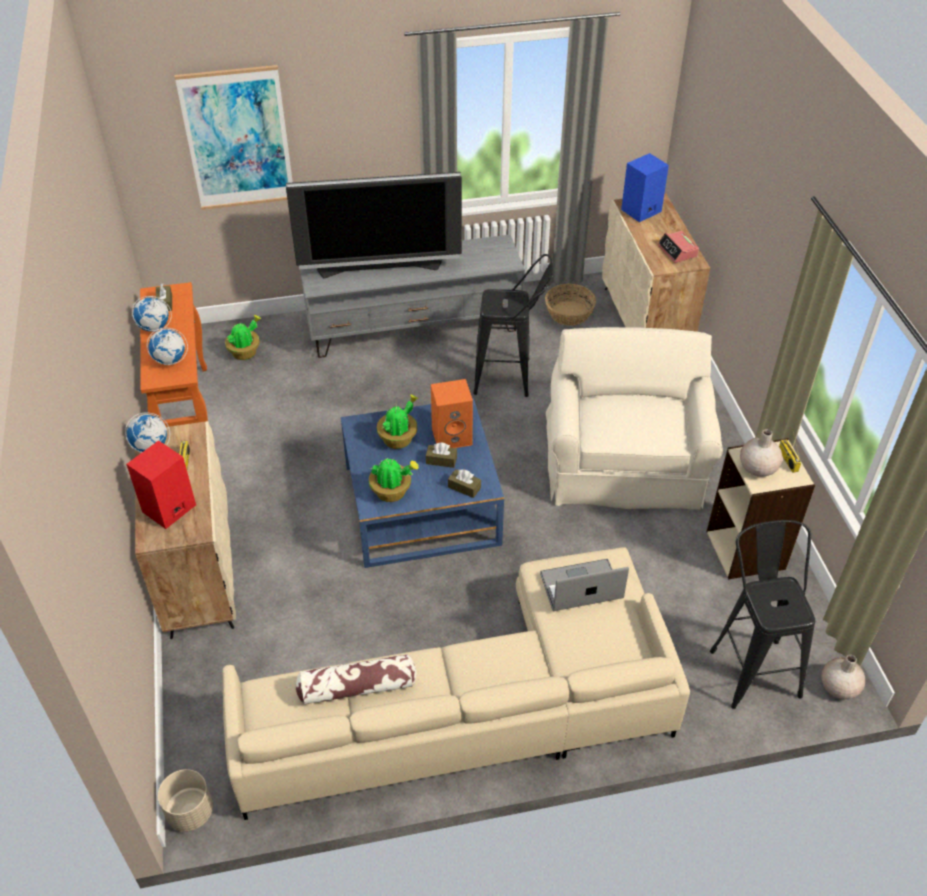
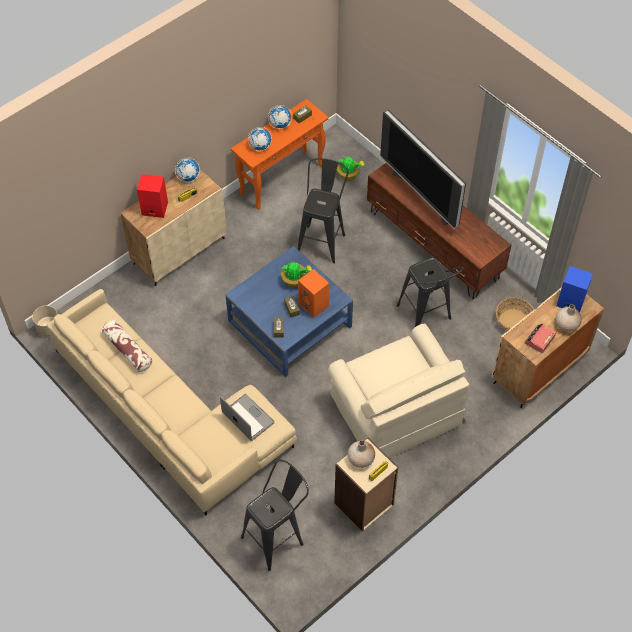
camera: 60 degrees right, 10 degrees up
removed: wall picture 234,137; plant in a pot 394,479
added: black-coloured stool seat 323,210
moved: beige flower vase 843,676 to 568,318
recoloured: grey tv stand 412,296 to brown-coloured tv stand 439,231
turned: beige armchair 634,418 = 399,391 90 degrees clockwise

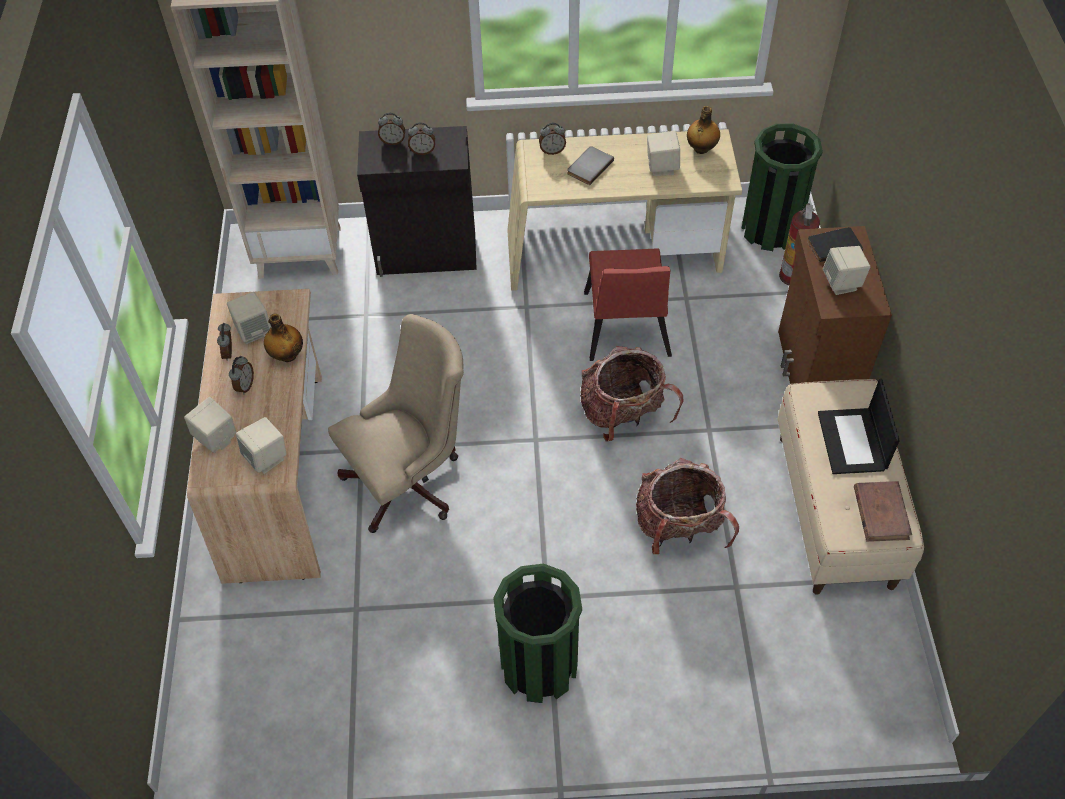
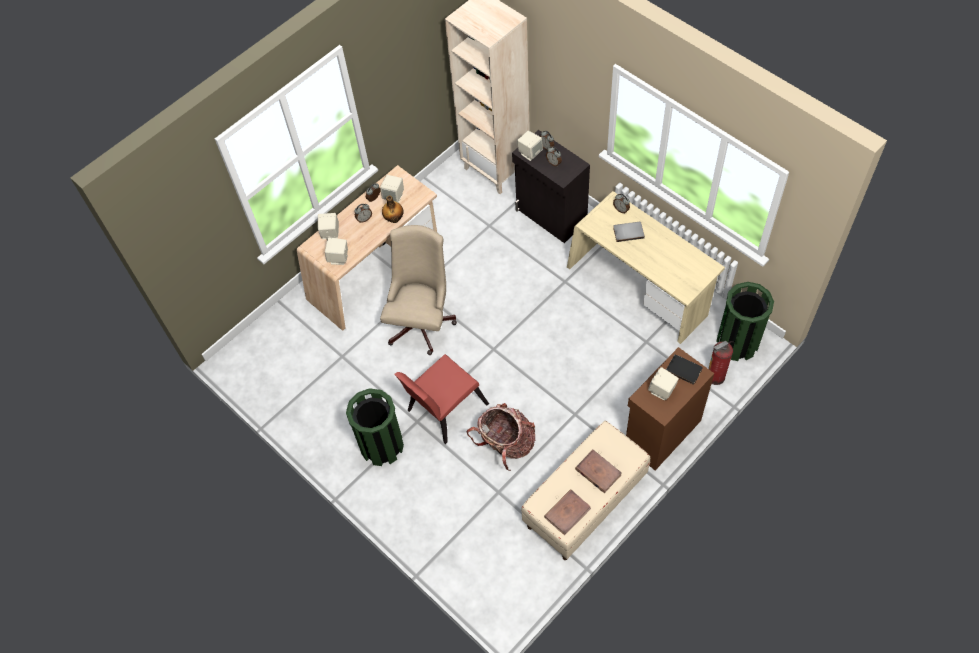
camera: 50 degrees right, 5 degrees up
removed: knapsack 631,394; bottle 703,130
moved: reddish upright chair 628,304 to 441,399; beige loudspeaker 663,153 to 530,146
replaced: laptop 859,426 to brown-coloured book 598,471
turned: beige office chair 396,423 = 418,290 90 degrees counterclockwise

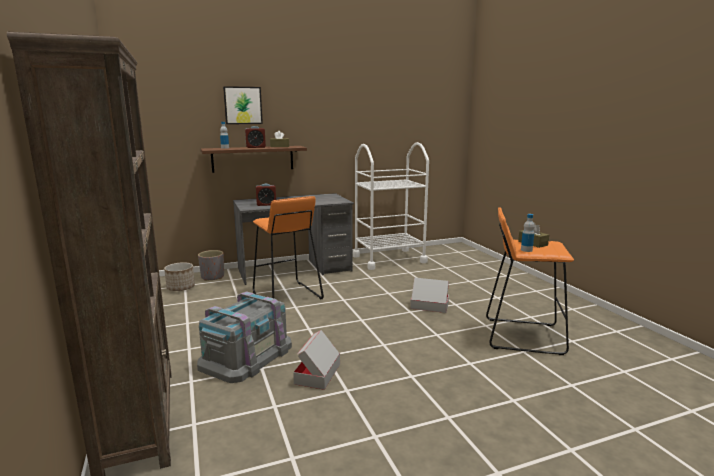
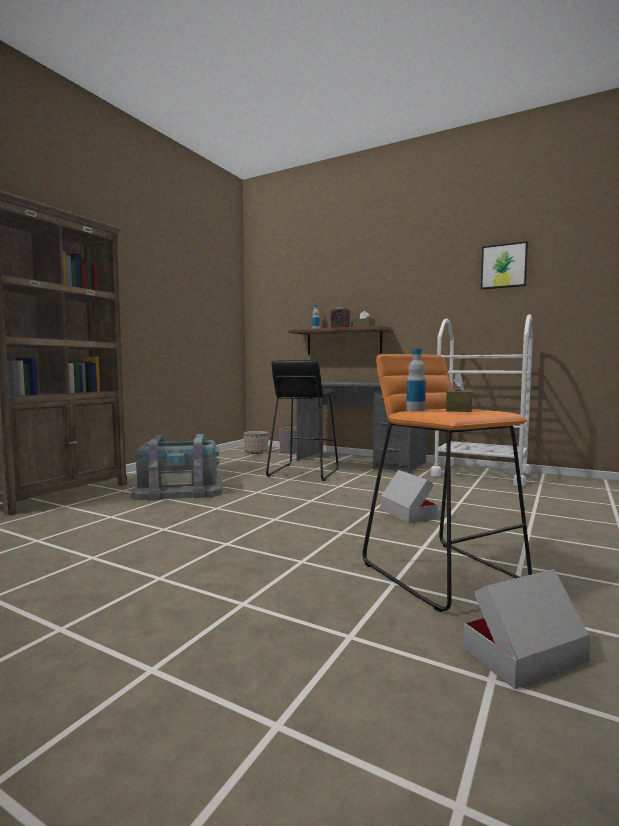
camera: 50 degrees right, 10 degrees down
removed: bedside clock 266,195
moved: cardboard box 316,360 to 526,629; wall picture 243,105 to 504,265
recoloured: orange-coloured stool seat 288,247 to black-coloured stool seat 302,420

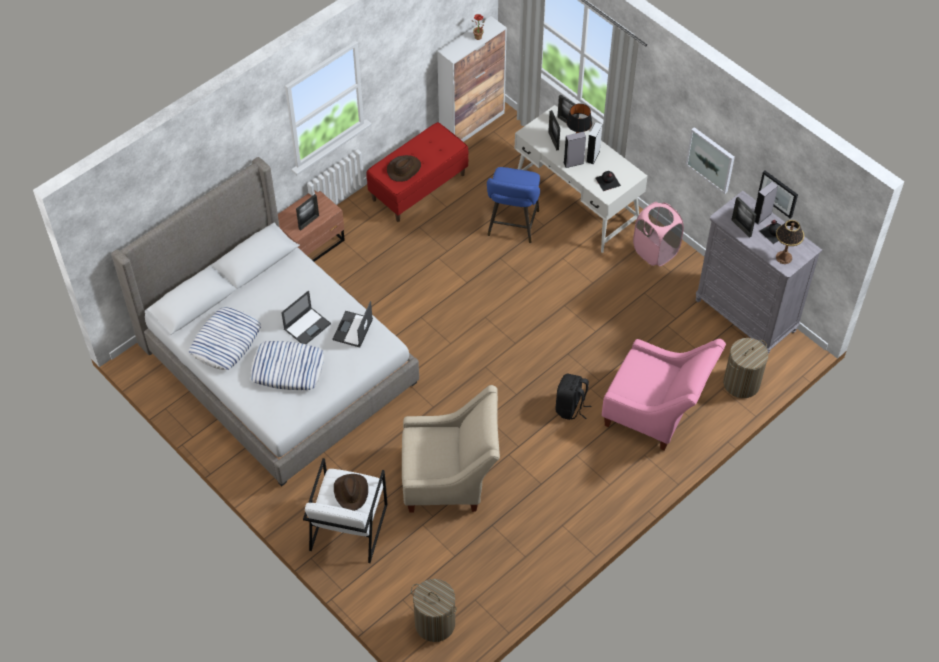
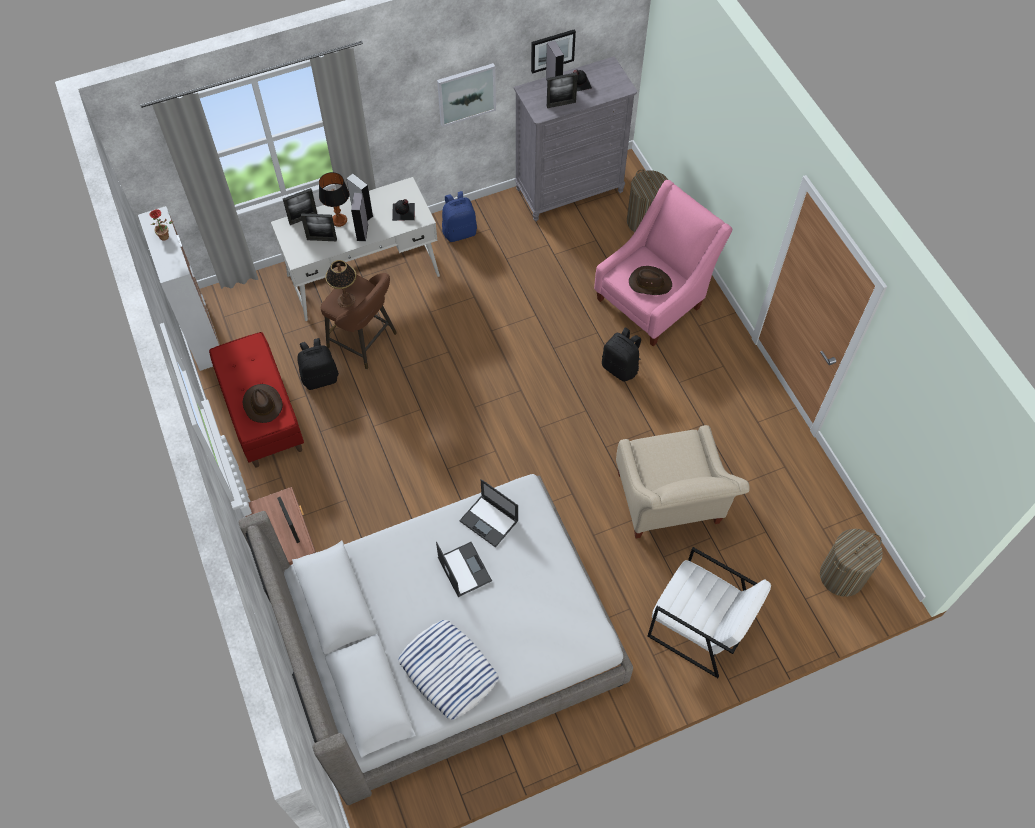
camera: 70 degrees left, 5 degrees up
removed: pillow 287,365
added: black-coloured knapsack 318,364
moved: tabletop lamp 790,242 to 340,284; brown-coloured hat 351,492 to 650,280
replaced: pink washing basket 658,234 to blue knapsack 459,216
recoloured: blue stool seat 513,205 to brown-coloured stool seat 359,321
turned: beige armchair 451,449 = 683,481 150 degrees clockwise

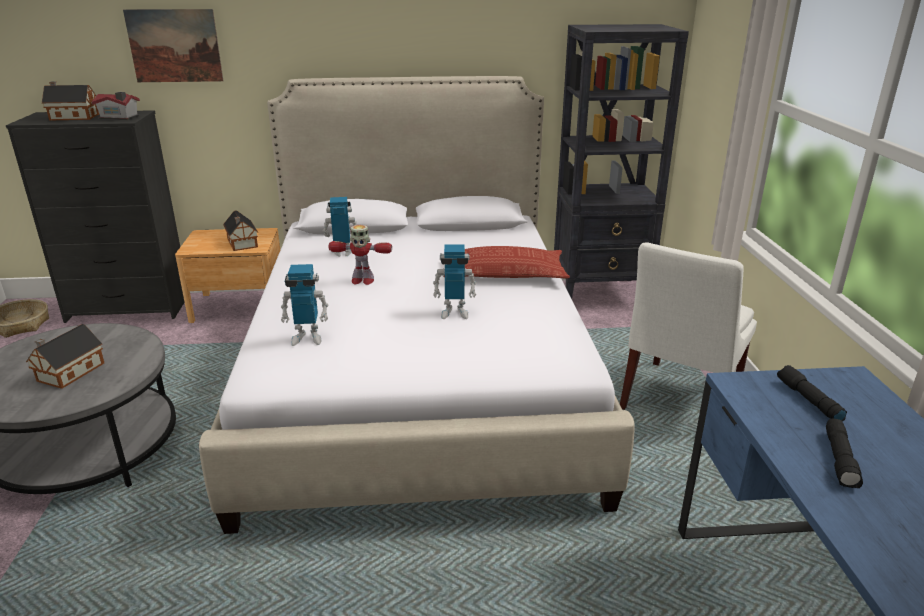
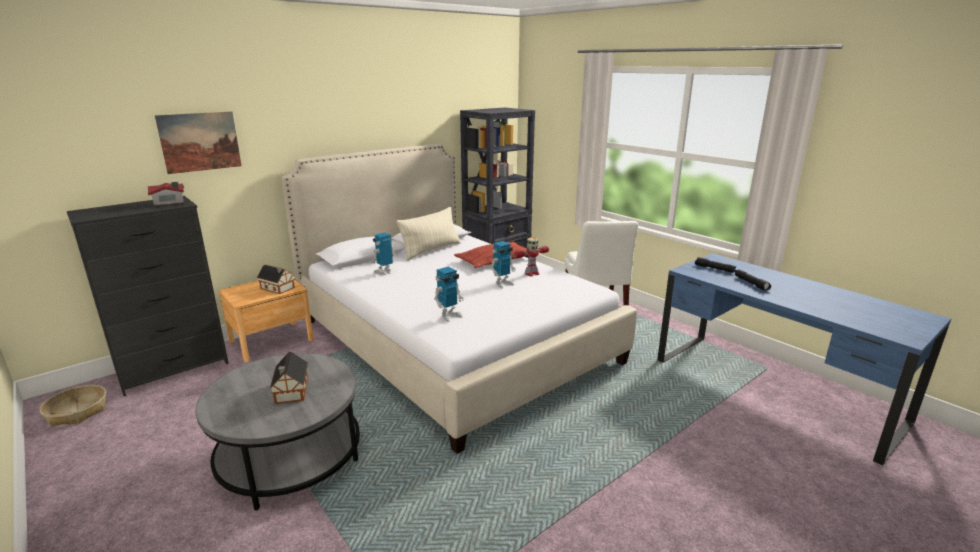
camera: 35 degrees left, 5 degrees down
removed: miniature house 70,101
added: beige pillow 429,234
moved: model robot 360,255 to 531,256

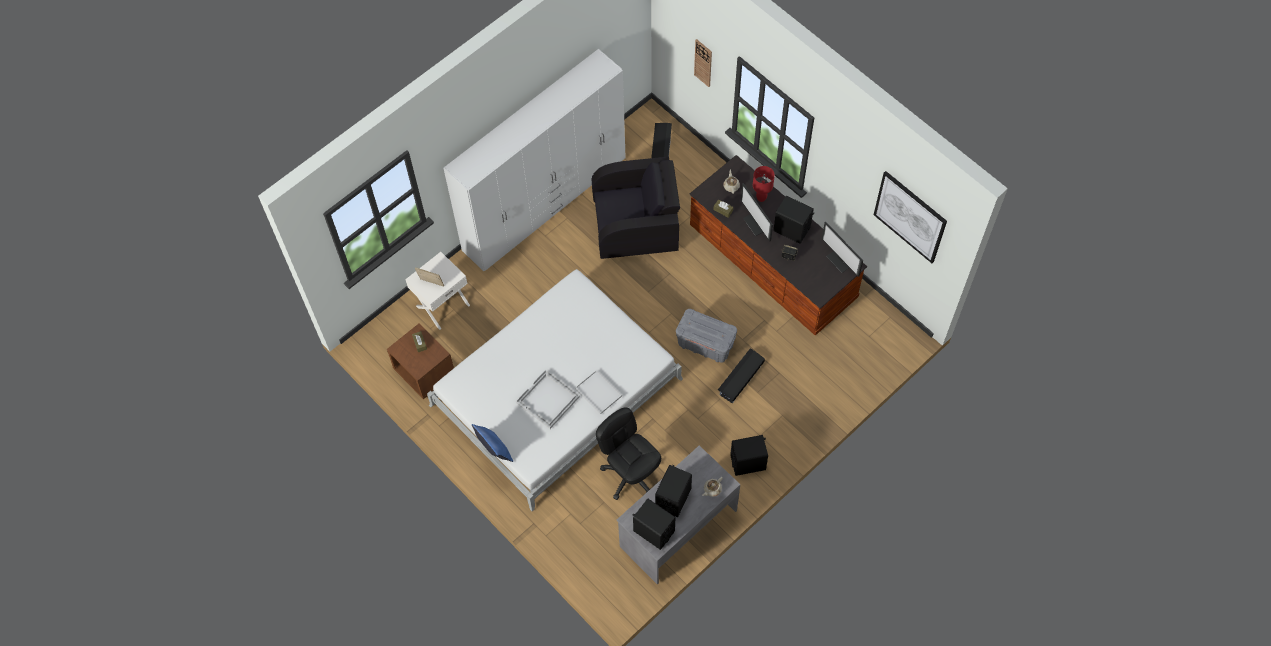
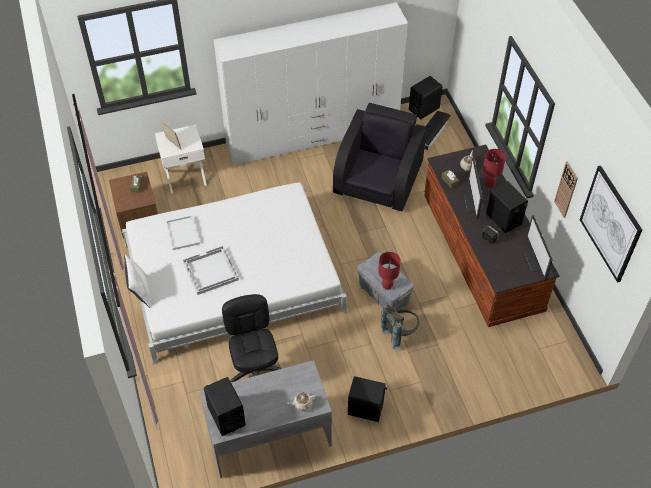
camera: 25 degrees right, 10 degrees down
added: reddish tabletop lamp 389,271
moved: white-coloured serving tray 598,392 to 183,232; black-coloured loudspeaker 673,491 to 426,97; clock on the wall 703,63 to 566,190
replaced: black-coloured storage container 741,376 to grey knapsack 400,327
recoloured: blue pillow 492,443 to white-coloured pillow 137,281
turned: black-coloured armchair 635,208 = 380,157 90 degrees counterclockwise

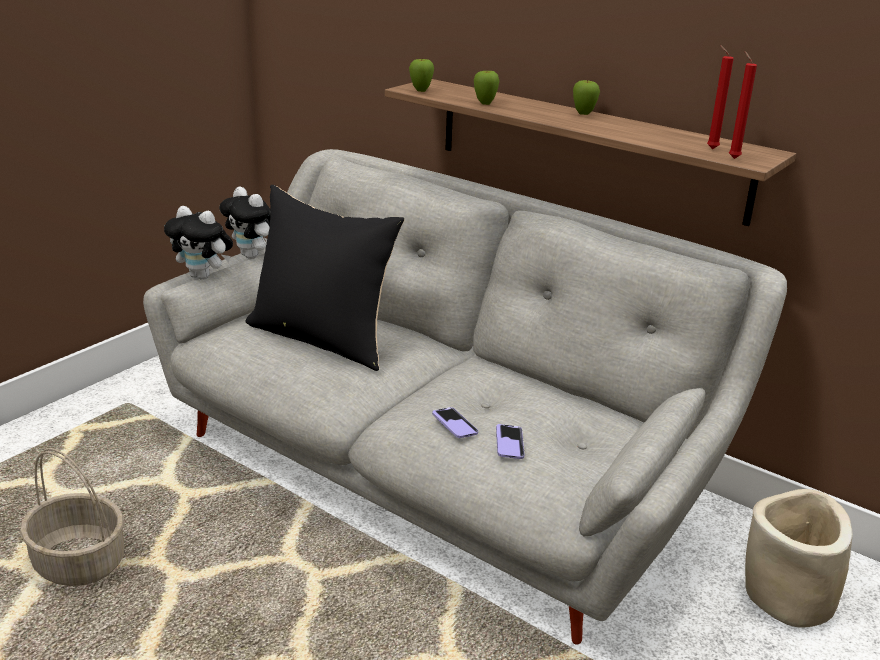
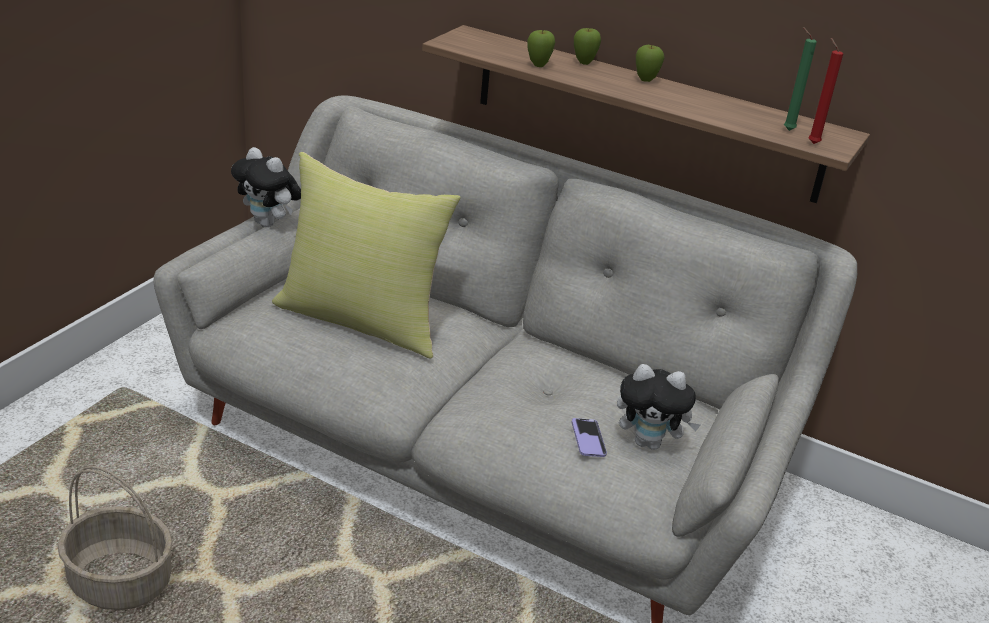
camera: 10 degrees left, 5 degrees up
removed: phone 455,422; beige plant pot 799,558
moved: apple 421,75 to 587,46; soft toy 198,243 to 658,407
recoloured: black-coloured pillow 325,278 to yellow-coloured pillow 366,255; reddish wax candle 720,97 to green-coloured wax candle 800,79

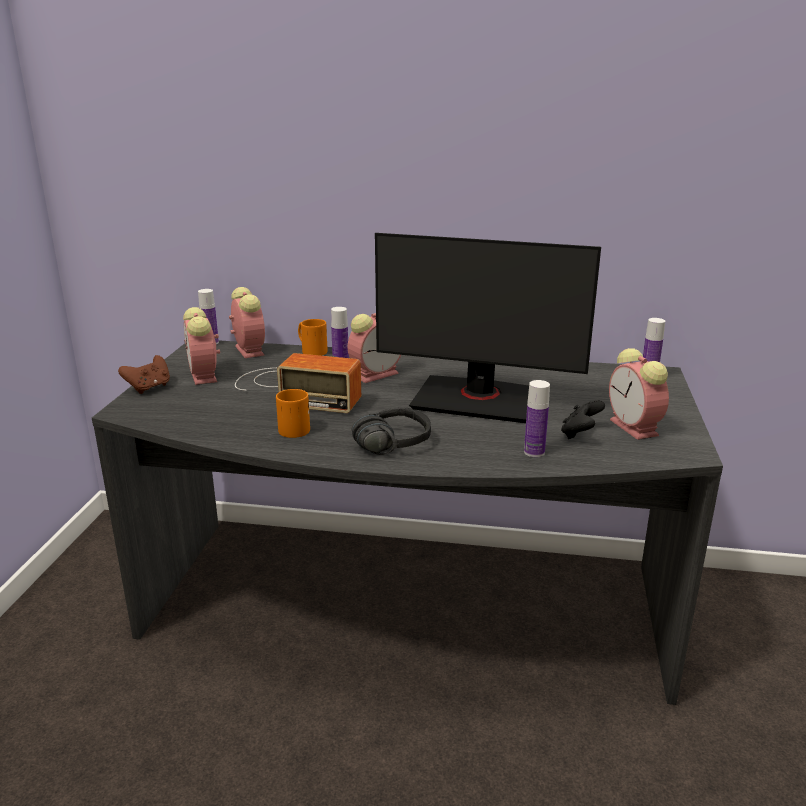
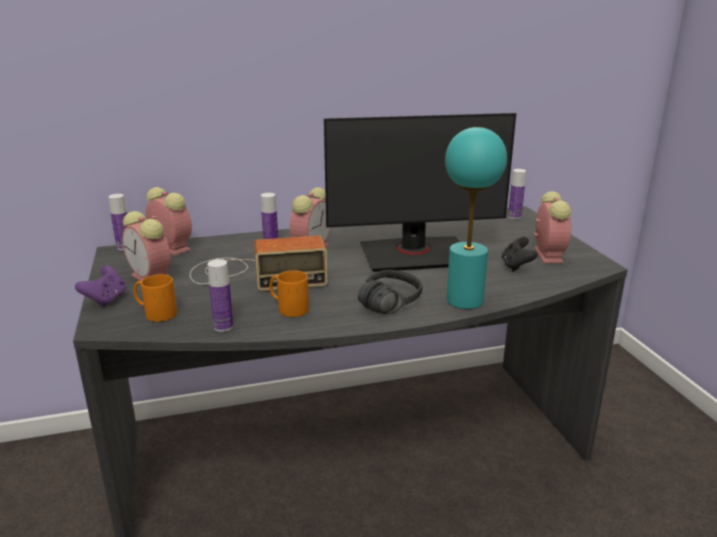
camera: 25 degrees left, 0 degrees up
added: blue-green tabletop lamp 476,218
moved: orange-coloured coffee mug 313,337 to 155,298; bottle 537,418 to 220,295
recoloured: brown-coloured game controller 144,374 to purplish game controller 100,286
turned: bedside clock 639,394 = 552,227 135 degrees counterclockwise

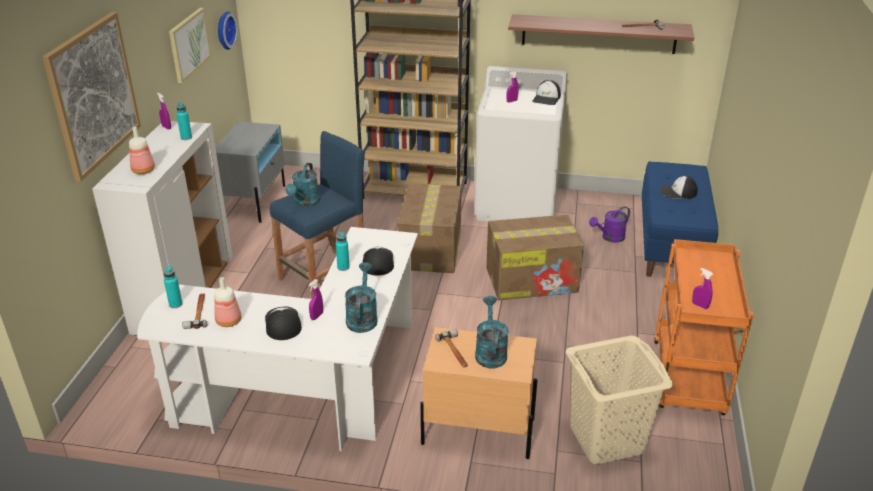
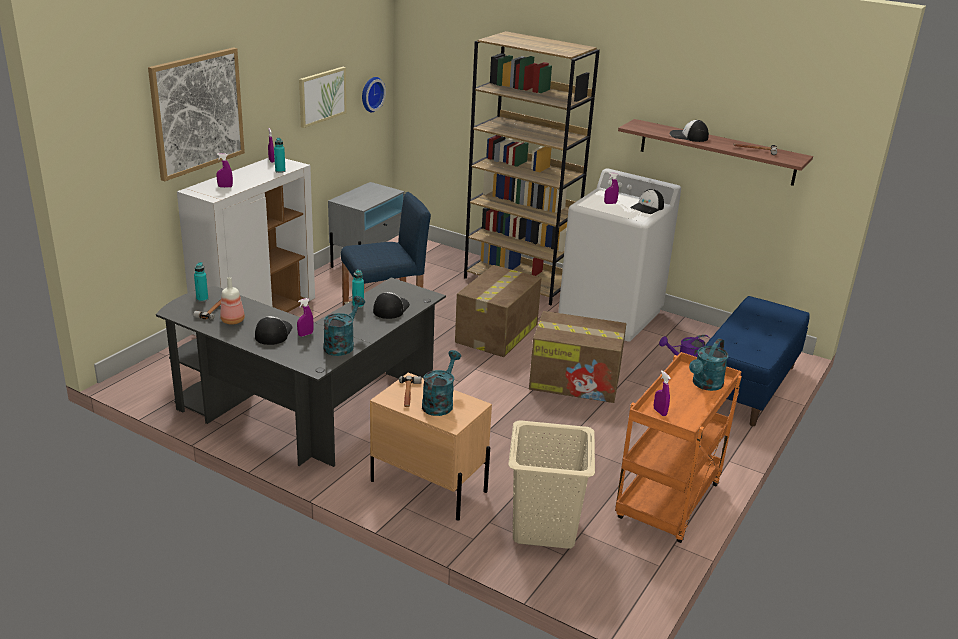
camera: 20 degrees right, 5 degrees down
moved: baseball cap 678,187 to 689,131; blue-green watering can 302,185 to 708,364
replaced: bottle 142,150 to purplish hand sprayer 224,170
recoloured: white-coloured desk unit 277,339 to black-coloured desk unit 301,372

